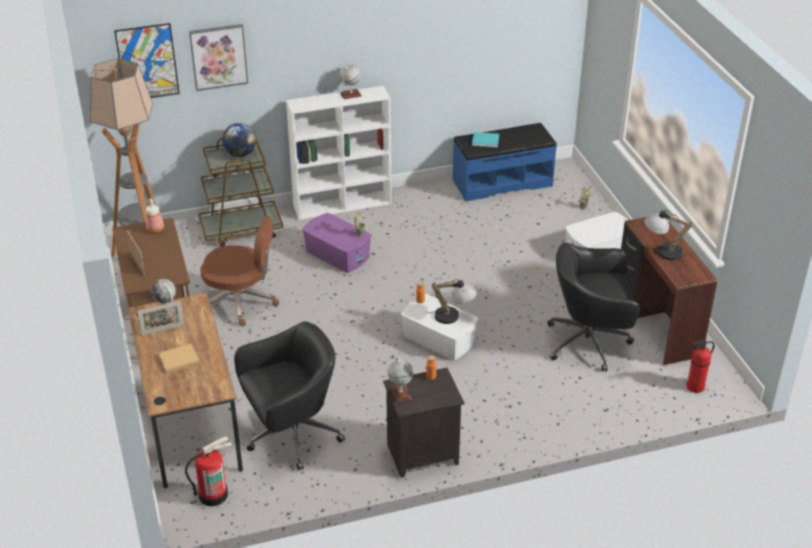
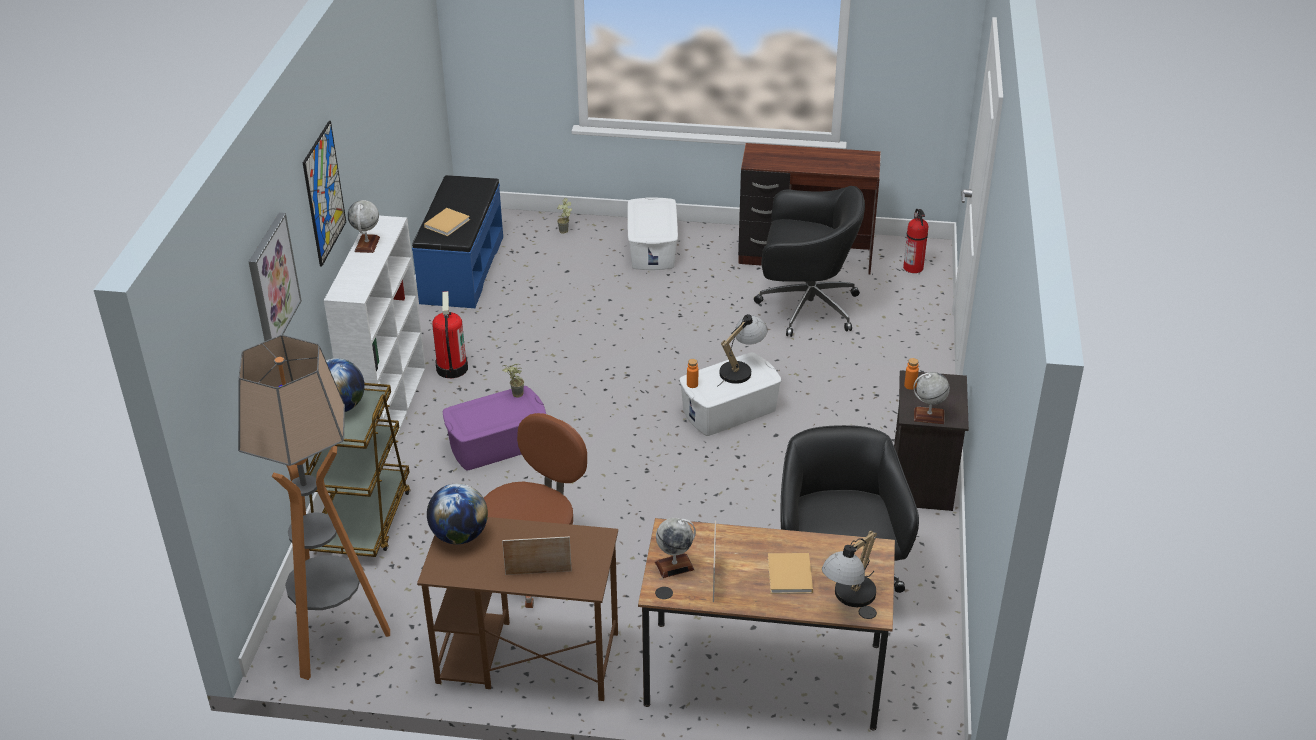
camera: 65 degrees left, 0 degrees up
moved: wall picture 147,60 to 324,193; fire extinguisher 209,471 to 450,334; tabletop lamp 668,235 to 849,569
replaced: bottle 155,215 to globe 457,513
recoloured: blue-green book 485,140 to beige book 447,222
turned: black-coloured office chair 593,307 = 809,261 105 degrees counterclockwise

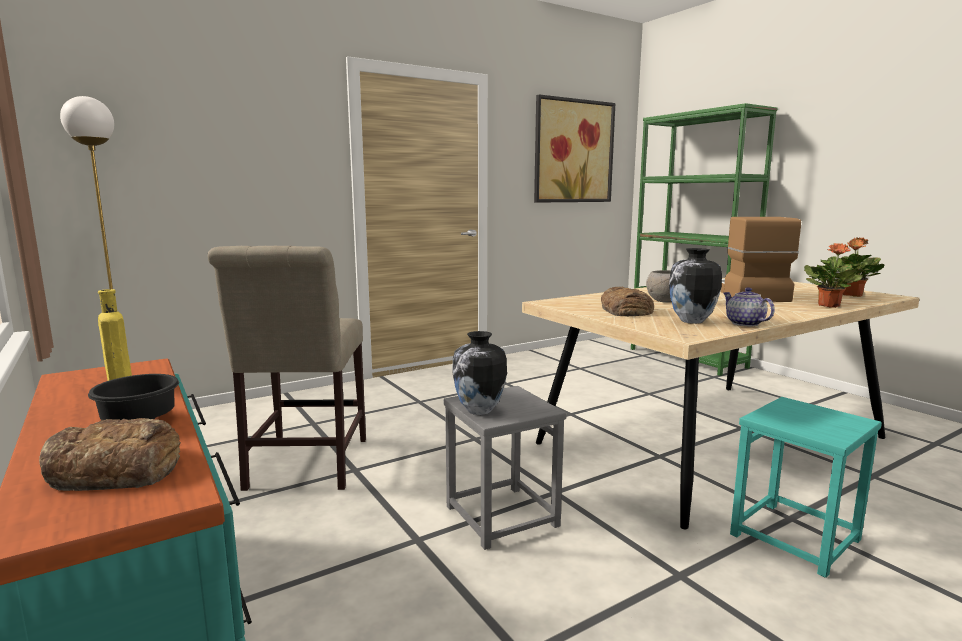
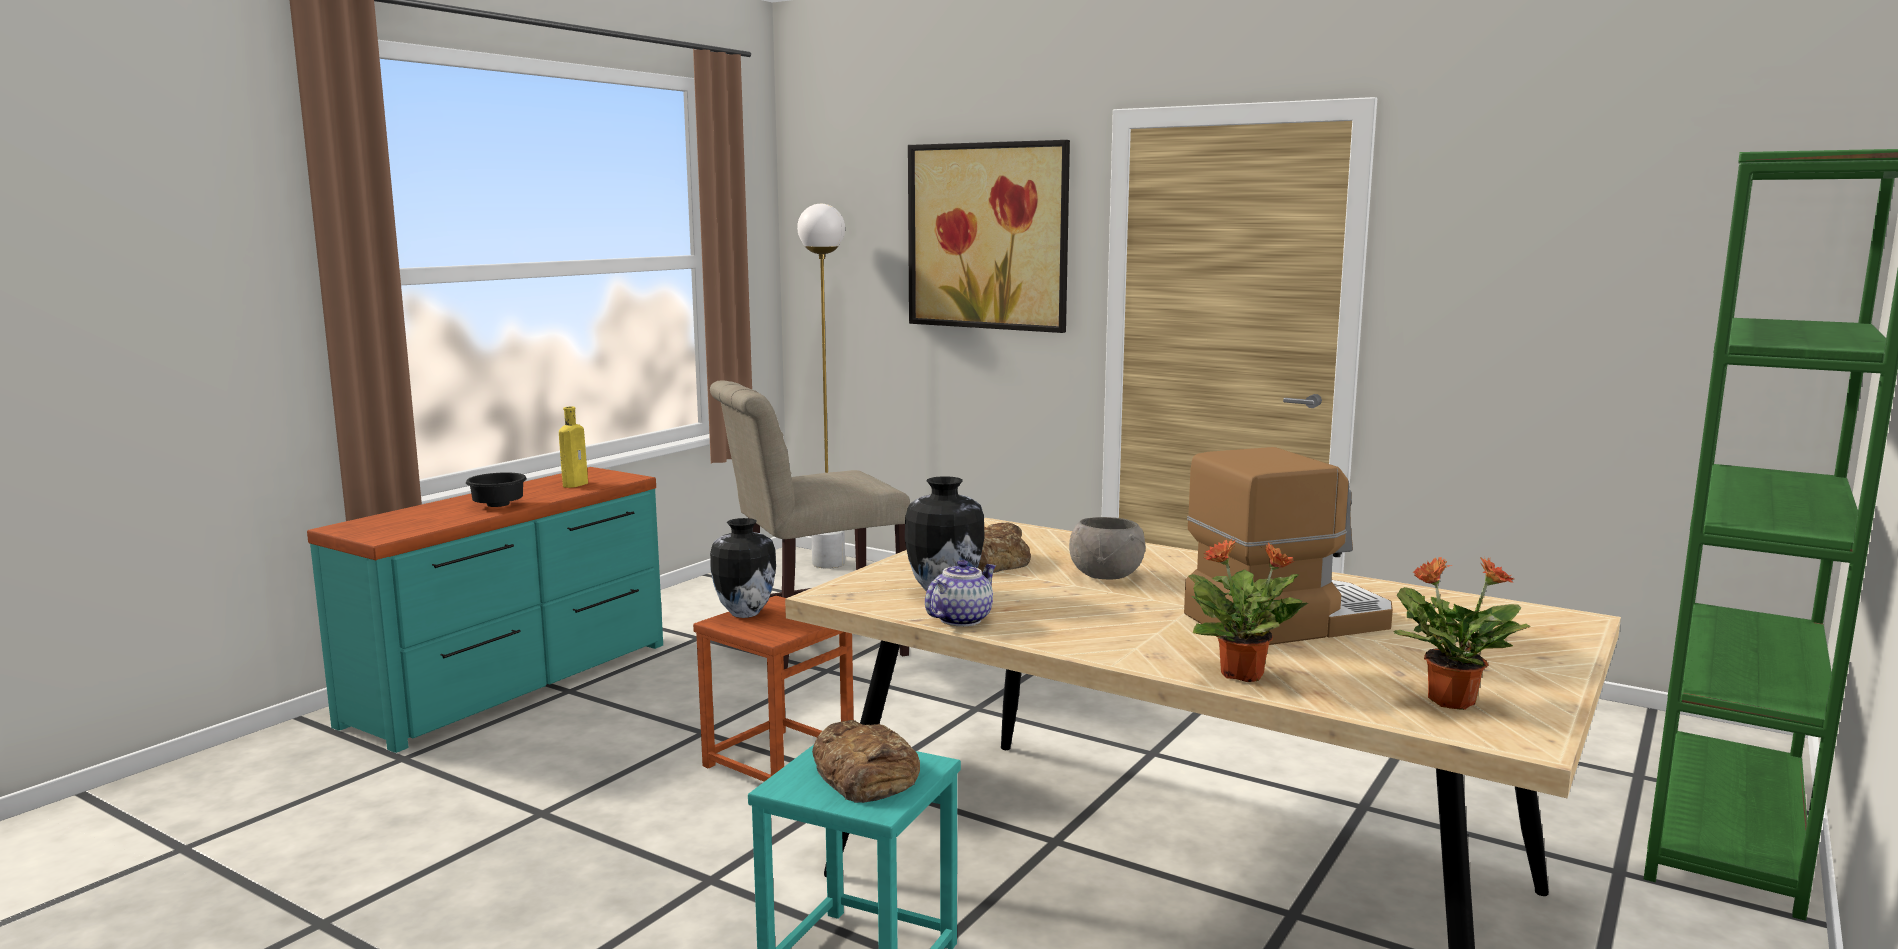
camera: 65 degrees right, 0 degrees up
moved: baked bread 110,454 to 866,761; wall picture 574,149 to 989,236
recoloured: grey stool seat 505,468 to brown-coloured stool seat 773,689

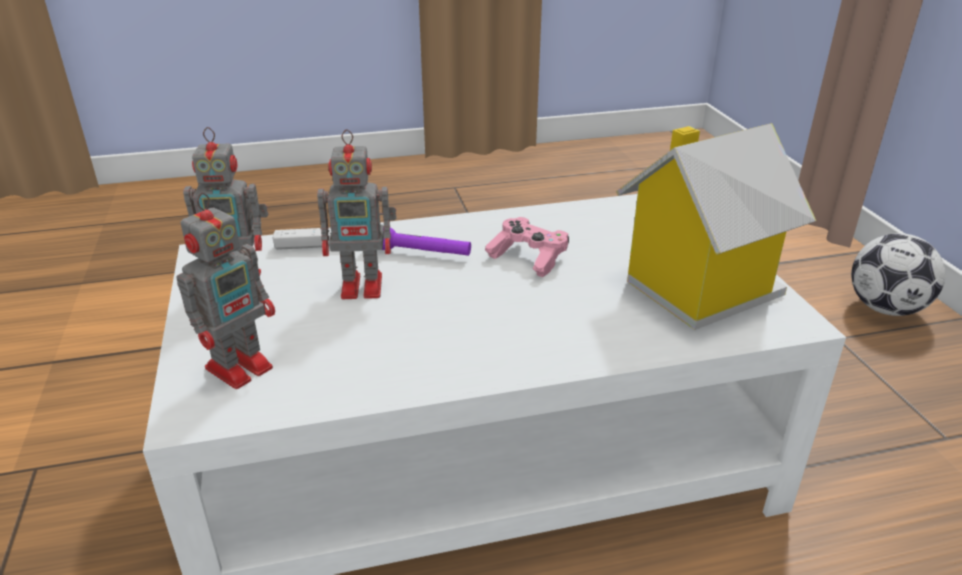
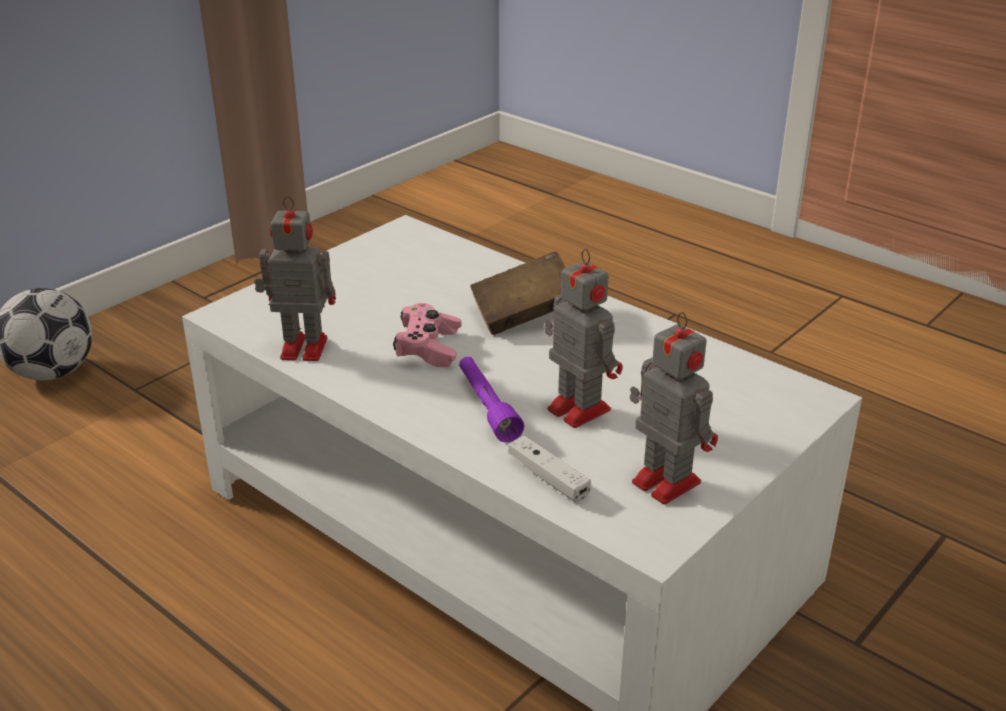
camera: 125 degrees left, 0 degrees up
removed: miniature house 716,226
added: brown-coloured book 518,293
moved: model robot 226,291 to 295,278

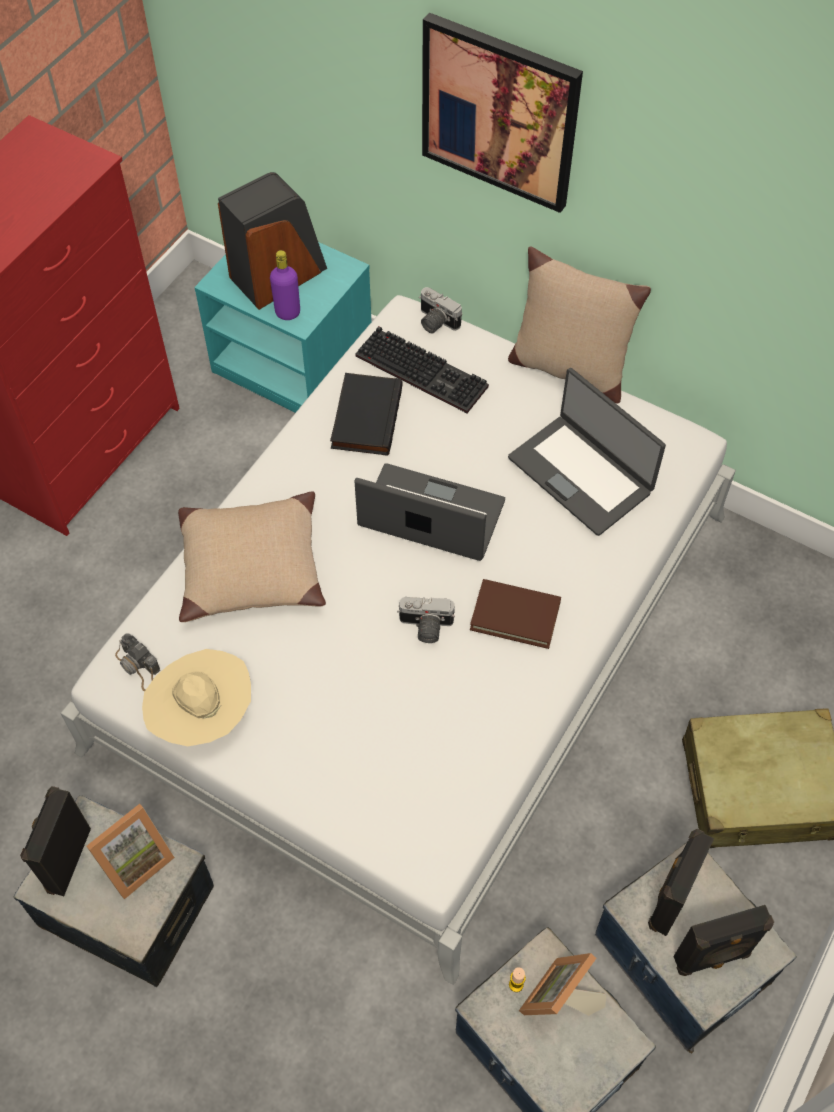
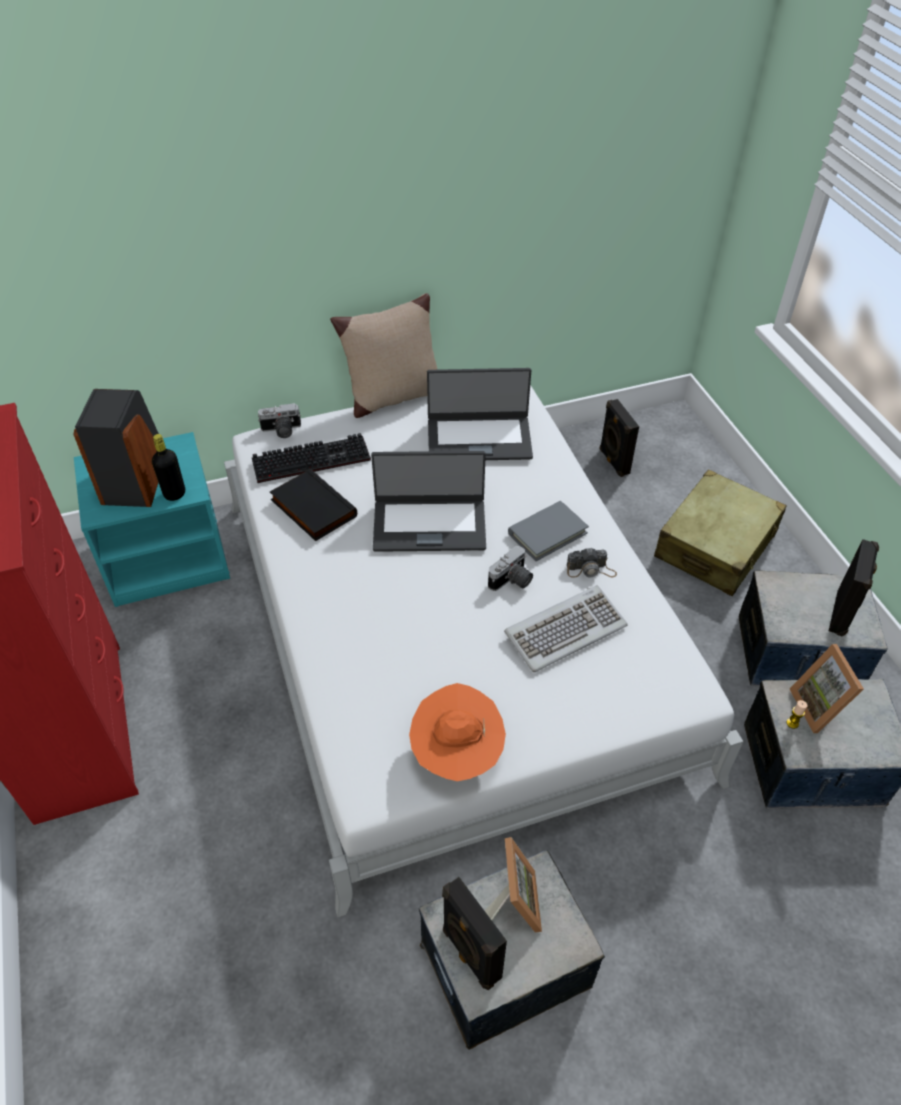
camera: 50 degrees left, 10 degrees down
removed: beige pillow 252,556; wall picture 502,112
added: keyboard 565,628
moved: still camera 137,662 to 592,563; black-coloured loudspeaker 681,882 to 619,438
recoloured: purplish bottle 285,285 to black-coloured bottle 168,467; beige hat 196,697 to orange-coloured hat 457,732; brown-coloured book 515,614 to grey book 548,531
turned: laptop 429,512 = 428,501 150 degrees counterclockwise

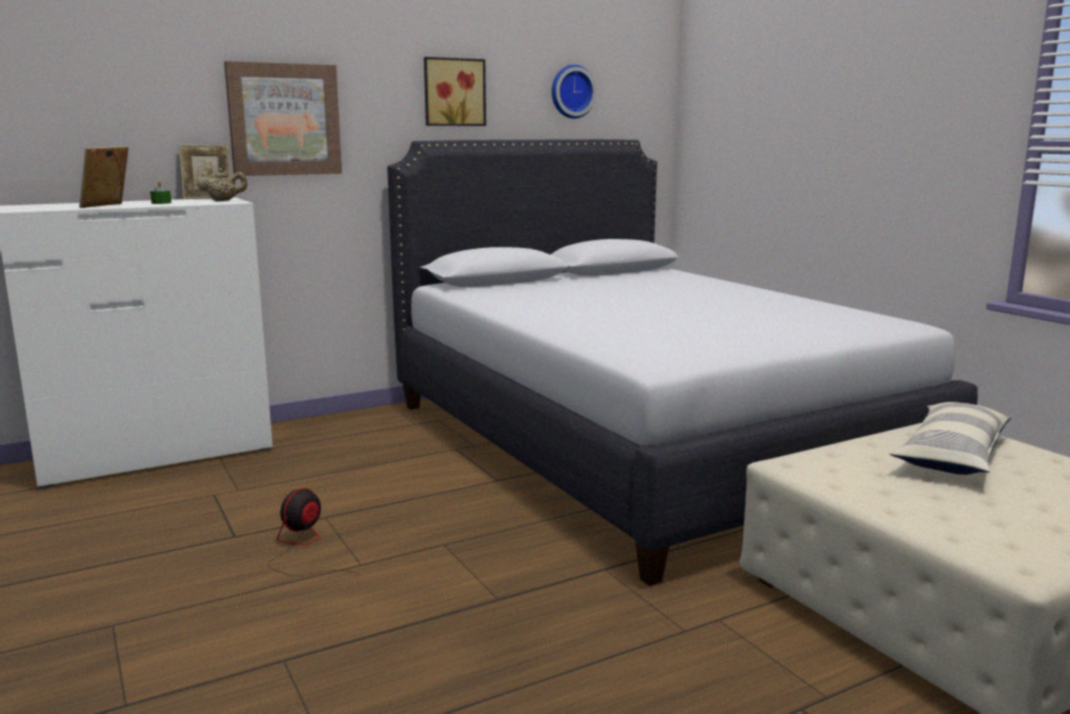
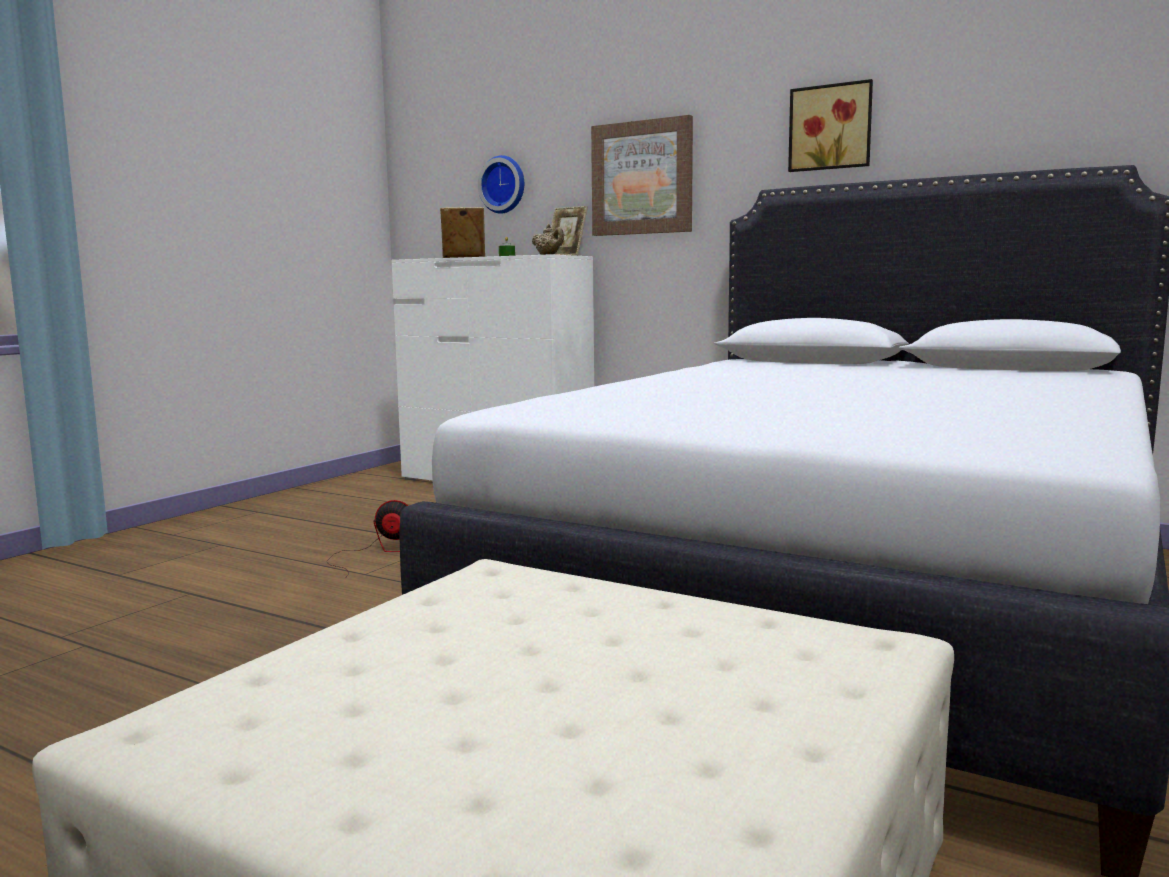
camera: 60 degrees right, 5 degrees down
removed: pillow 950,438
moved: clock on the wall 574,92 to 501,184

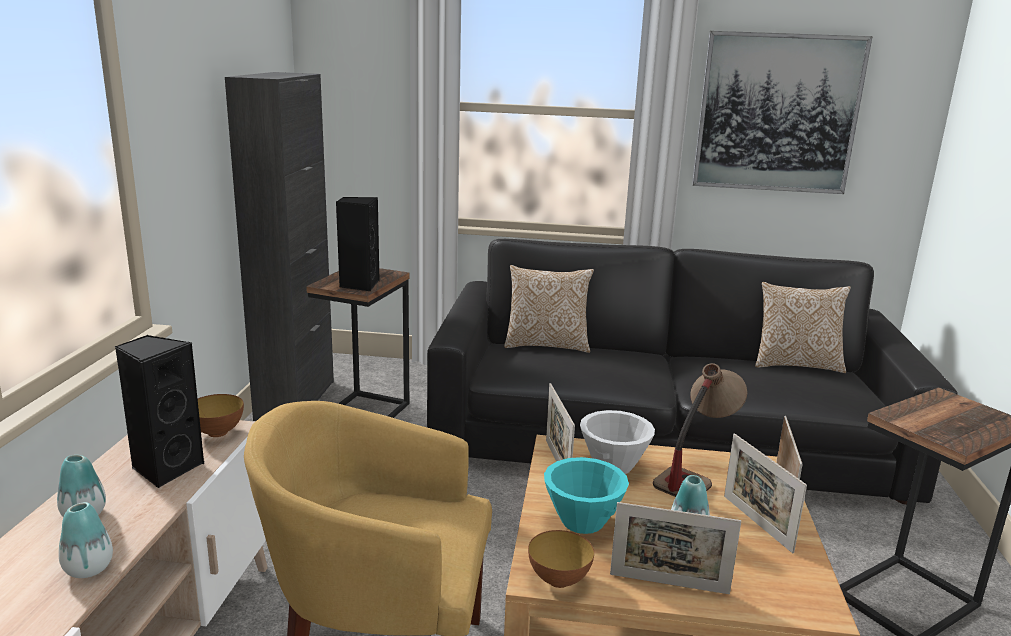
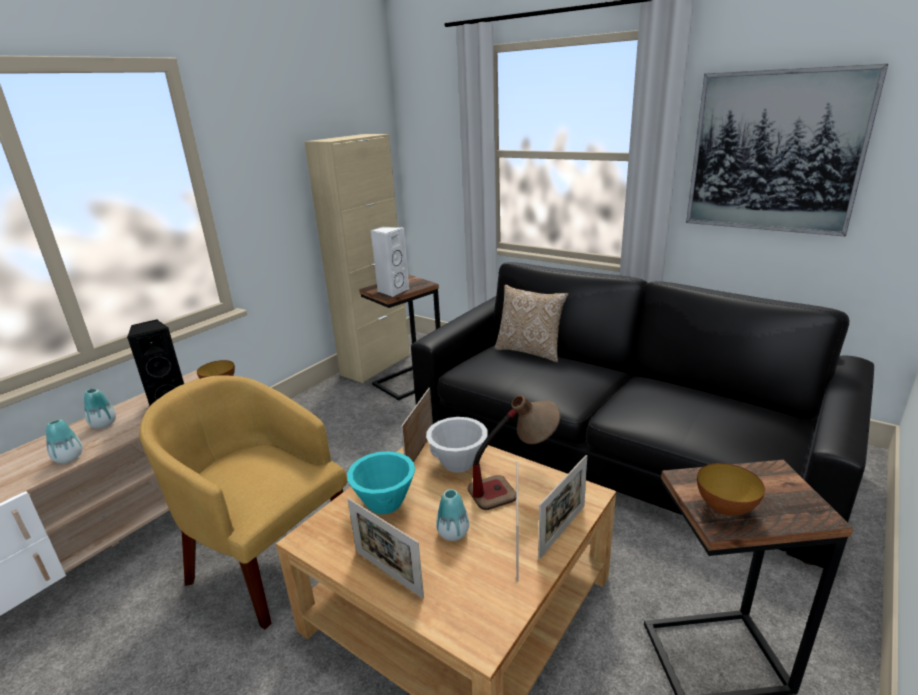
camera: 30 degrees right, 5 degrees up
removed: pillow 803,327
moved: serving bowl 561,559 to 731,489
recoloured: black-coloured cabinet 279,246 to beige cabinet 357,258; black-coloured loudspeaker 358,244 to white-coloured loudspeaker 390,262

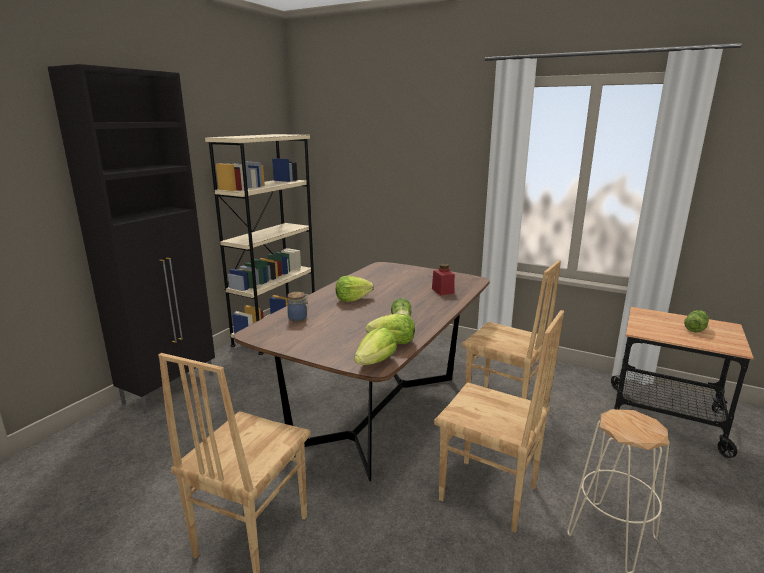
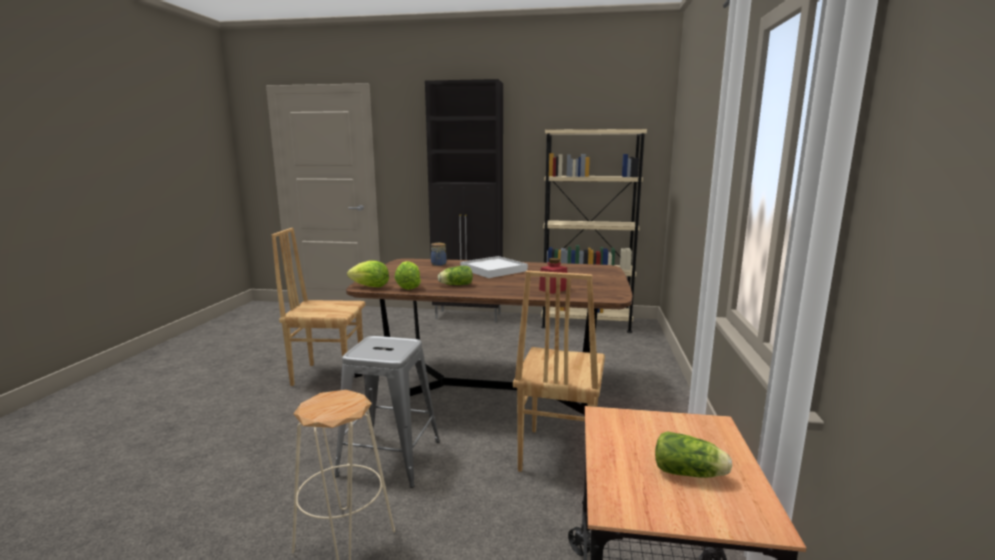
camera: 70 degrees right, 5 degrees down
replaced: brown-coloured upright chair 499,421 to grey stool seat 387,412; lettuce 355,289 to white-coloured serving tray 494,267

